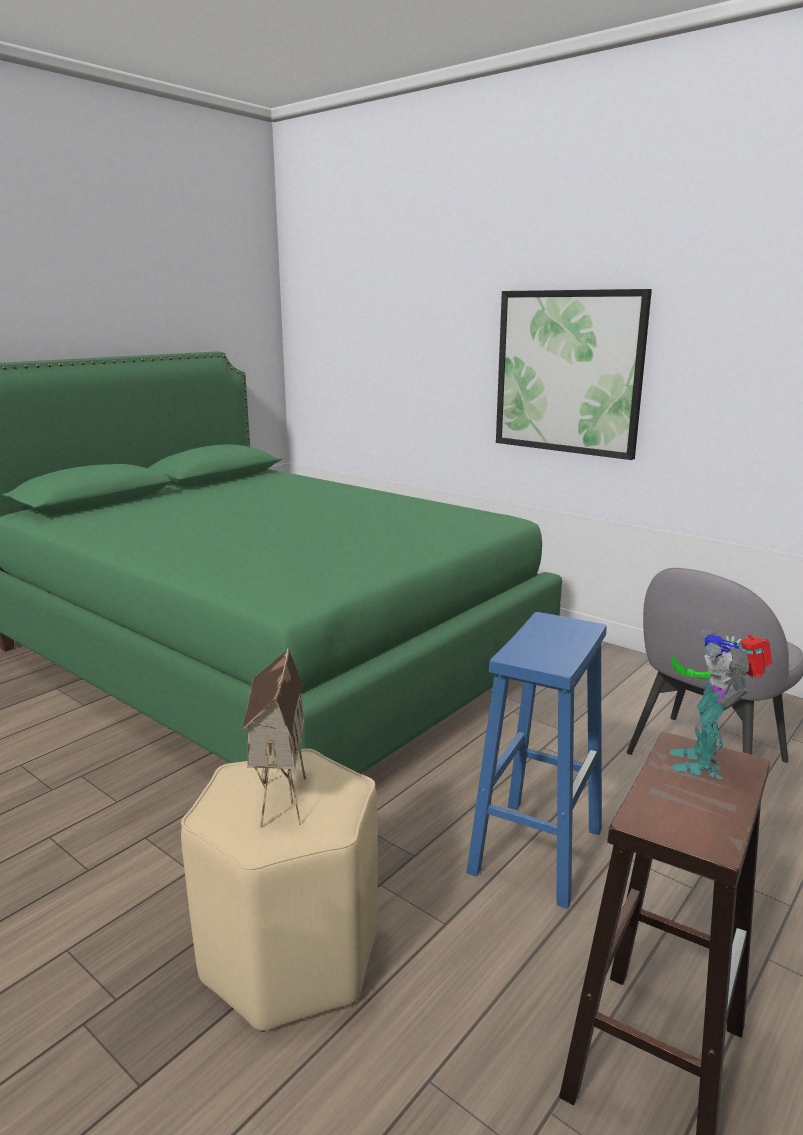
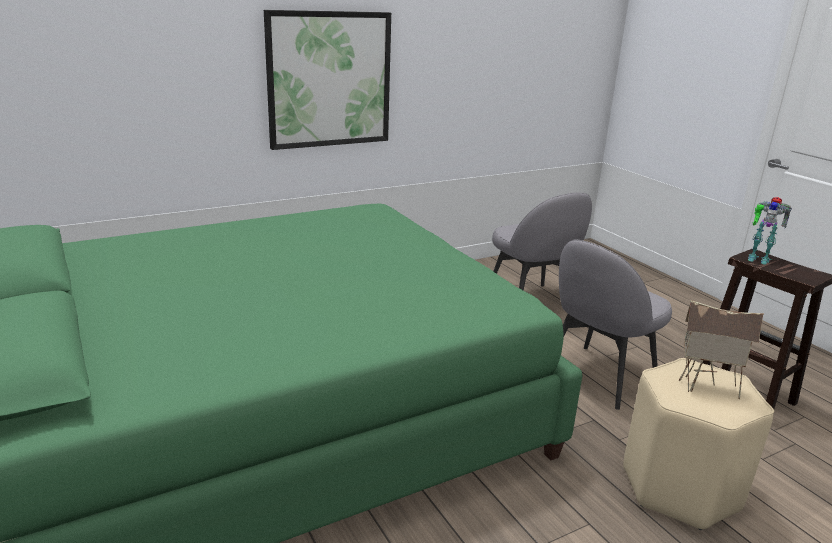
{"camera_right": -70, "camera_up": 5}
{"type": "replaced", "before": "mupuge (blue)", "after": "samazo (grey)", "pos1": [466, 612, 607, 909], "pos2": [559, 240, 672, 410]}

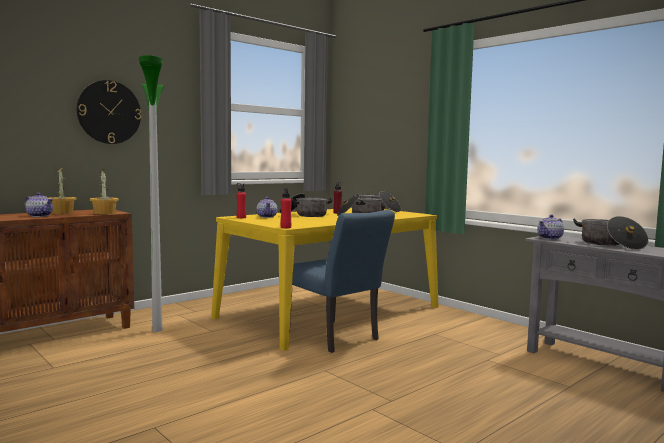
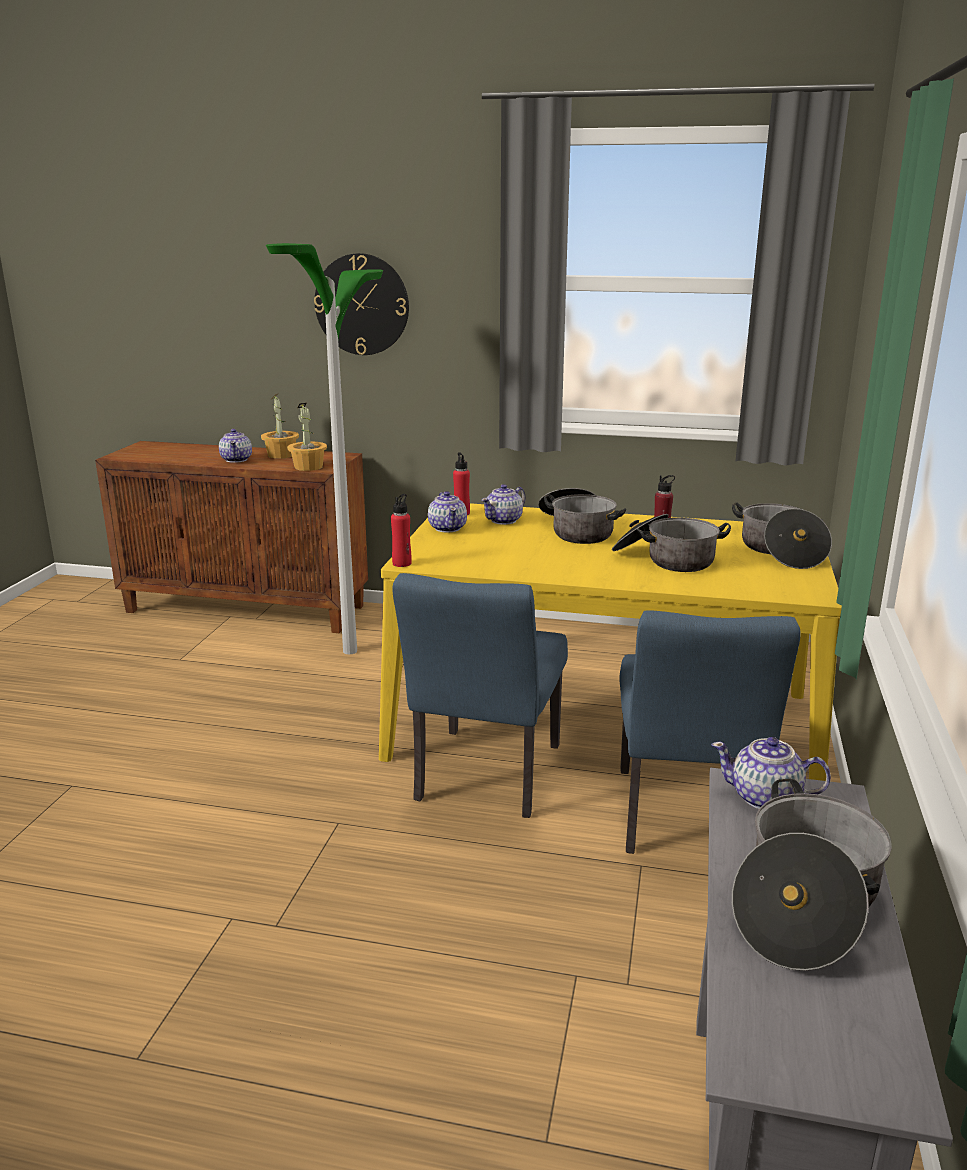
{"camera_right": 55, "camera_up": 15}
{"type": "added", "after": "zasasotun", "pos2": [428, 491, 467, 533]}
{"type": "added", "after": "samazo (blue)", "pos2": [619, 610, 801, 854]}

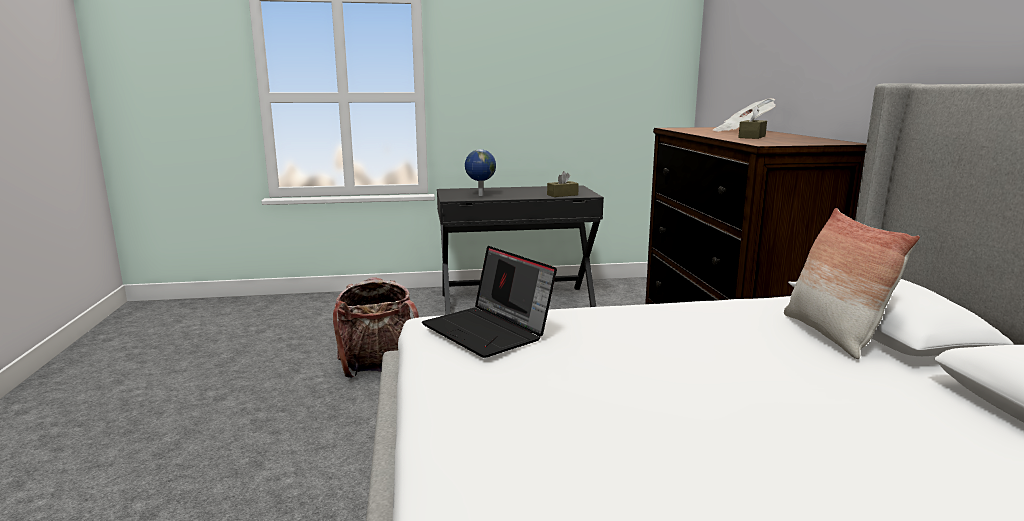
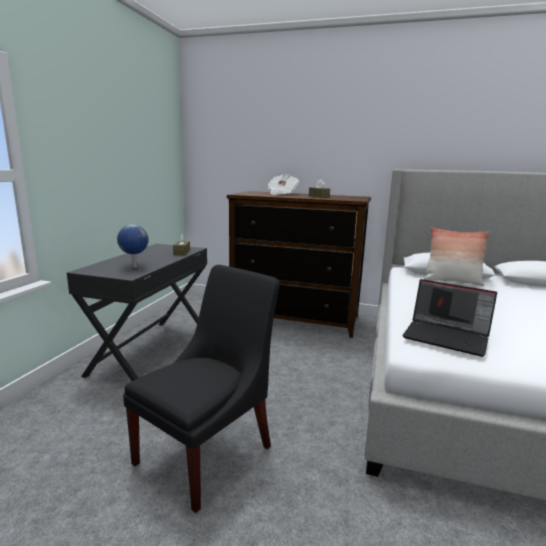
{"camera_right": -65, "camera_up": 0}
{"type": "replaced", "before": "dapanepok", "after": "samazo (black)", "pos1": [333, 277, 419, 378], "pos2": [123, 265, 280, 513]}
{"type": "turned", "before": "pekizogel", "pos1": [422, 246, 557, 358], "pos2": [402, 279, 497, 357], "turn": 45}

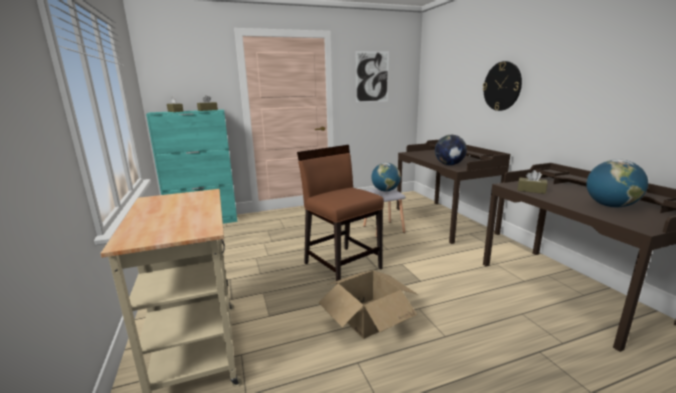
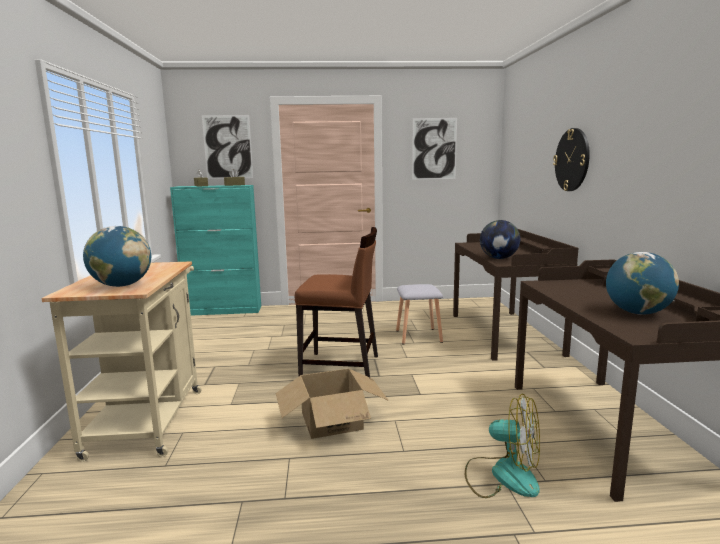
{"camera_right": 15, "camera_up": -5}
{"type": "moved", "before": "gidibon", "pos1": [371, 163, 401, 192], "pos2": [83, 226, 151, 287]}
{"type": "added", "after": "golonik", "pos2": [202, 115, 253, 179]}
{"type": "turned", "before": "samazo (brown)", "pos1": [297, 145, 384, 284], "pos2": [295, 227, 378, 377], "turn": 120}
{"type": "added", "after": "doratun", "pos2": [465, 393, 540, 498]}
{"type": "removed", "before": "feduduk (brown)", "pos1": [517, 170, 548, 194]}

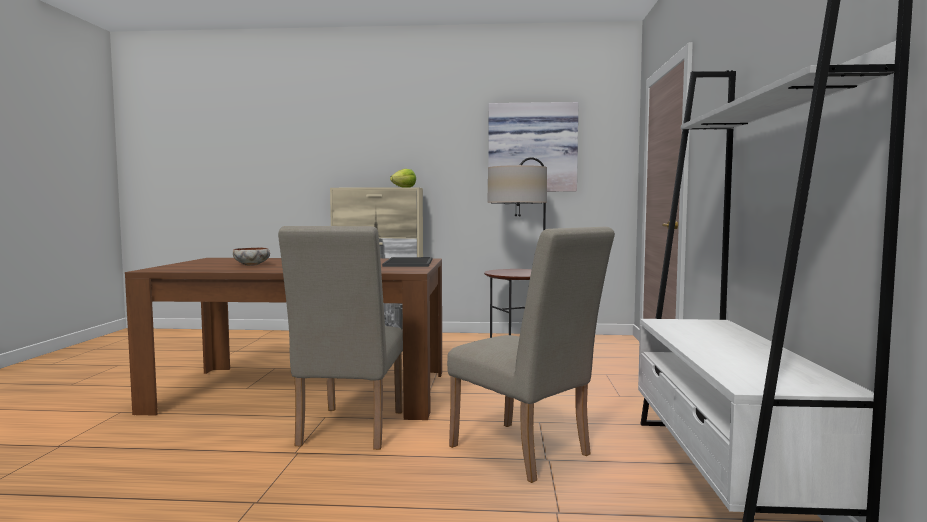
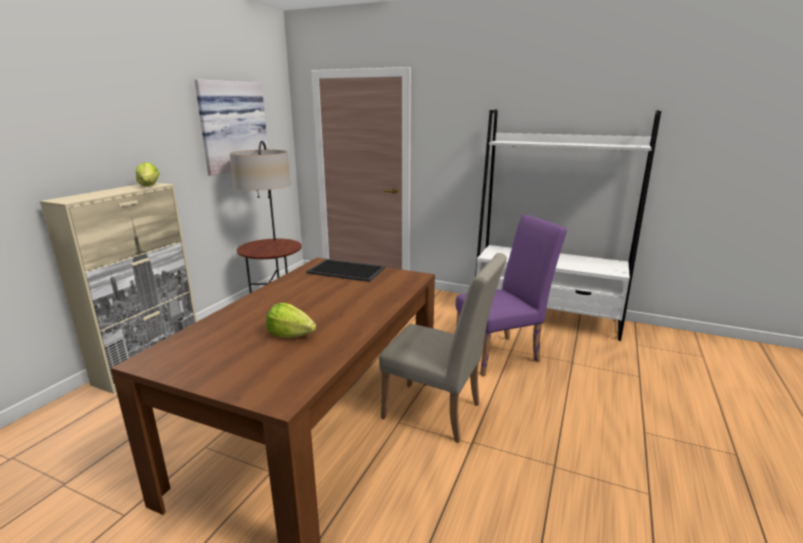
{"camera_right": -70, "camera_up": 15}
{"type": "replaced", "before": "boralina", "after": "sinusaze", "pos1": [233, 247, 270, 266], "pos2": [266, 303, 316, 338]}
{"type": "recoloured", "before": "samazo (beige)", "after": "samazo (purple)", "pos1": [447, 227, 615, 483], "pos2": [456, 215, 567, 376]}

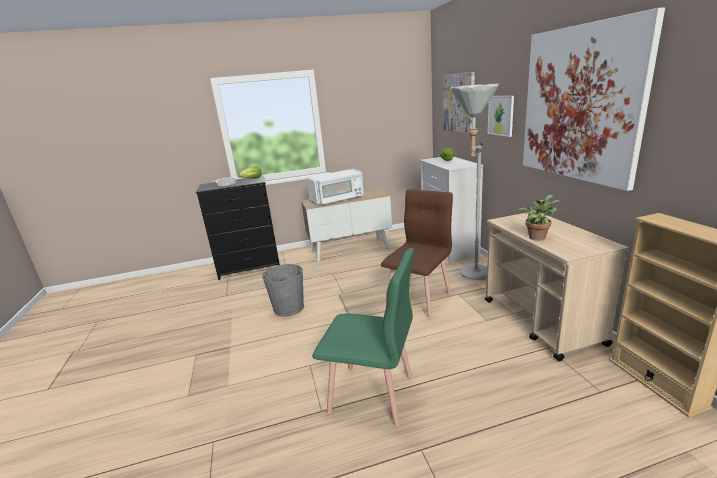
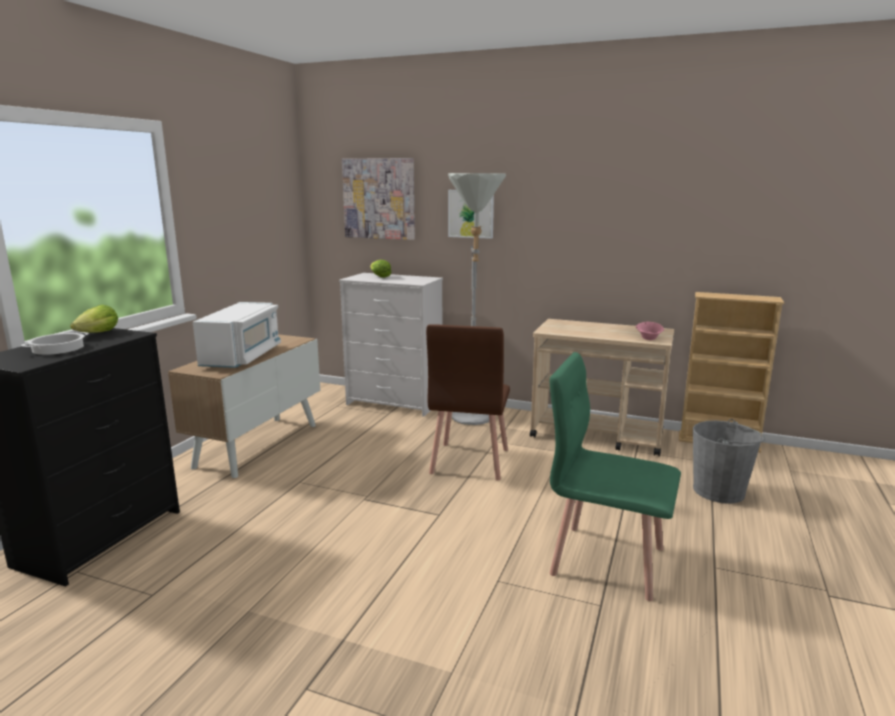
{"camera_right": -55, "camera_up": -5}
{"type": "turned", "before": "samazo (brown)", "pos1": [381, 189, 453, 318], "pos2": [426, 324, 510, 481], "turn": -150}
{"type": "turned", "before": "samazo (green)", "pos1": [312, 248, 414, 427], "pos2": [550, 352, 681, 601], "turn": -120}
{"type": "added", "after": "boralina (pink)", "pos2": [636, 322, 665, 340]}
{"type": "moved", "before": "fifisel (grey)", "pos1": [262, 264, 304, 317], "pos2": [693, 419, 765, 504]}
{"type": "removed", "before": "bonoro", "pos1": [518, 195, 560, 240]}
{"type": "removed", "before": "golonik", "pos1": [523, 7, 665, 191]}

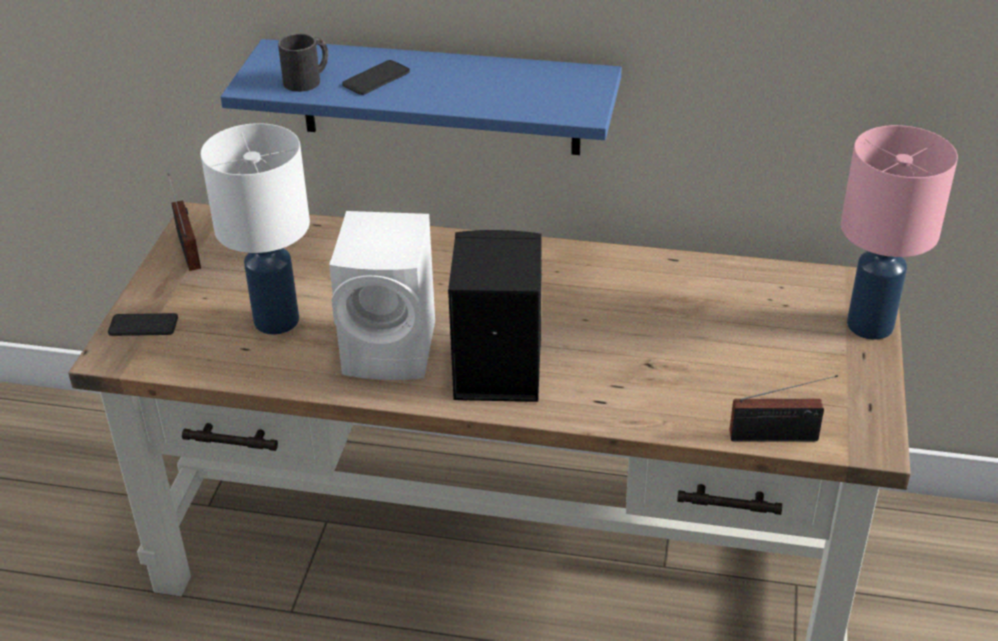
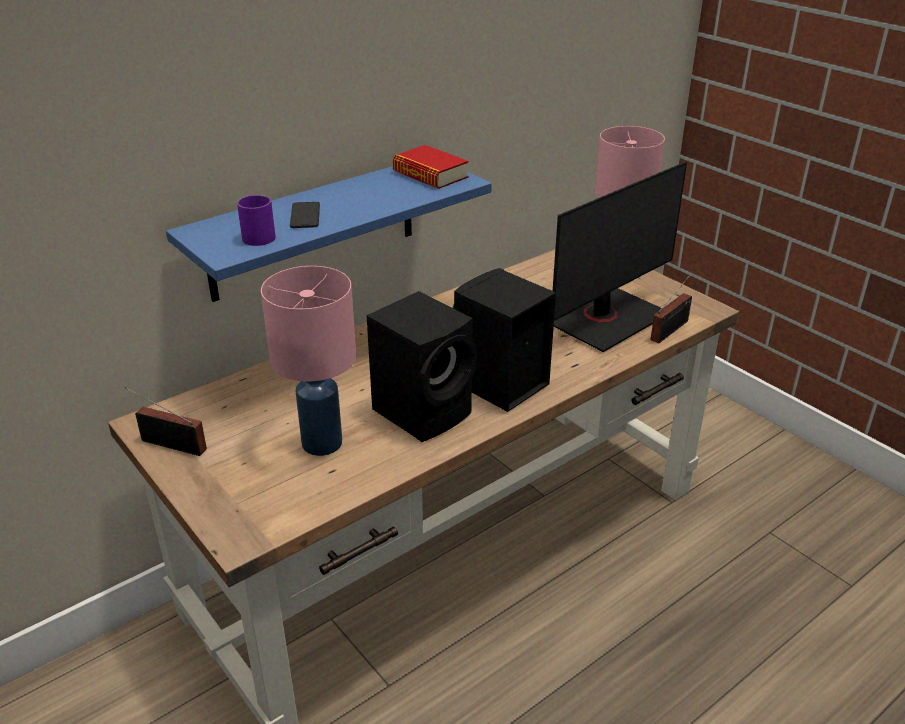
{"camera_right": -50, "camera_up": -5}
{"type": "recoloured", "before": "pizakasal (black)", "after": "pizakasal (purple)", "pos1": [278, 34, 328, 92], "pos2": [237, 195, 276, 246]}
{"type": "recoloured", "before": "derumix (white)", "after": "derumix (pink)", "pos1": [200, 123, 310, 334], "pos2": [261, 266, 356, 456]}
{"type": "recoloured", "before": "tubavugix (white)", "after": "tubavugix (black)", "pos1": [329, 211, 435, 380], "pos2": [367, 291, 477, 442]}
{"type": "added", "after": "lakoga", "pos2": [393, 145, 469, 189]}
{"type": "added", "after": "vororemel", "pos2": [553, 162, 687, 352]}
{"type": "removed", "before": "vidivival", "pos1": [108, 313, 178, 336]}

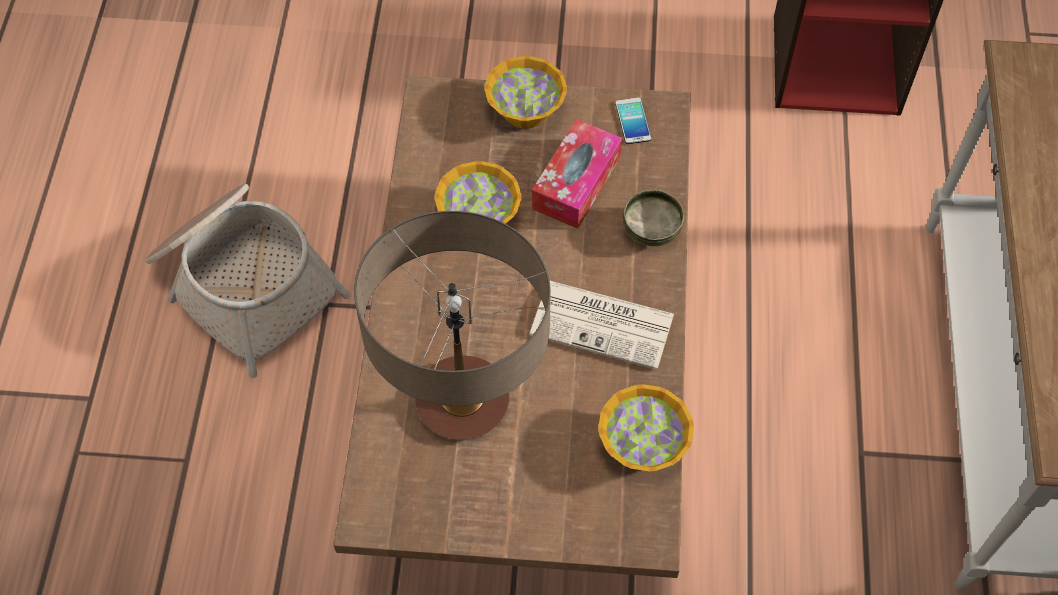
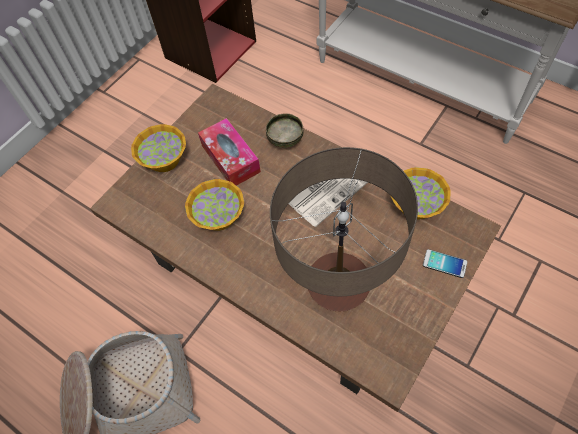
{"camera_right": -55, "camera_up": 0}
{"type": "moved", "before": "vidivival", "pos1": [615, 97, 651, 144], "pos2": [423, 249, 467, 278]}

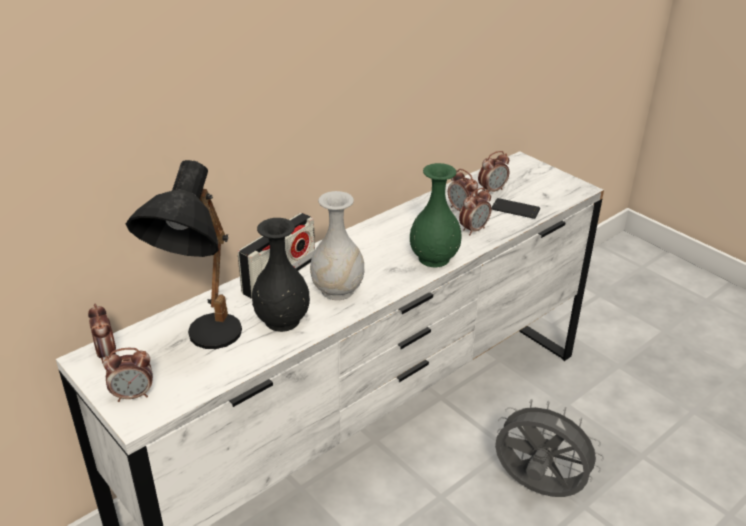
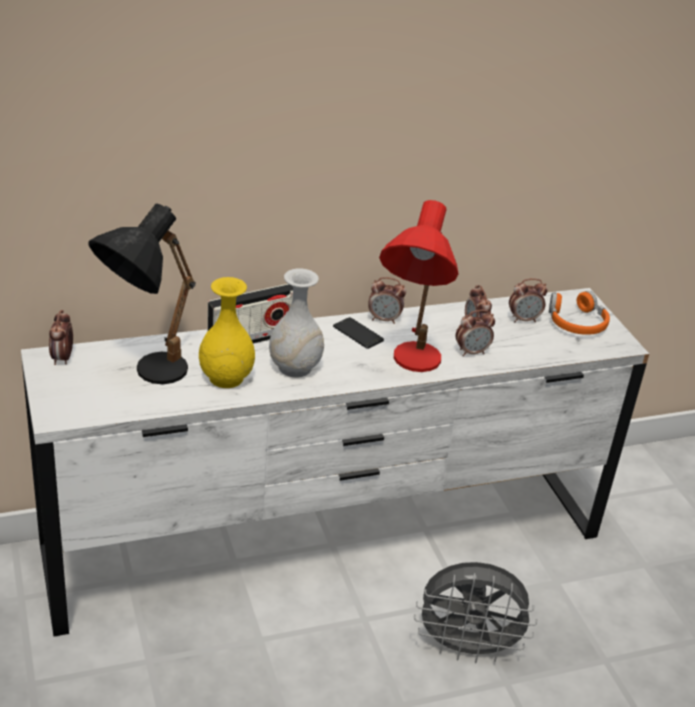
{"camera_right": 20, "camera_up": 0}
{"type": "recoloured", "before": "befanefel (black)", "after": "befanefel (yellow)", "pos1": [252, 218, 310, 332], "pos2": [199, 277, 255, 388]}
{"type": "moved", "before": "vidivival", "pos1": [491, 198, 540, 219], "pos2": [333, 317, 384, 349]}
{"type": "moved", "before": "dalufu", "pos1": [103, 348, 153, 402], "pos2": [368, 277, 406, 324]}
{"type": "replaced", "before": "befanefel (green)", "after": "derumix (red)", "pos1": [410, 163, 461, 267], "pos2": [379, 200, 458, 372]}
{"type": "turned", "before": "doratun (grey)", "pos1": [495, 399, 604, 497], "pos2": [414, 562, 537, 663], "turn": 135}
{"type": "added", "after": "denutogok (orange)", "pos2": [549, 291, 610, 335]}

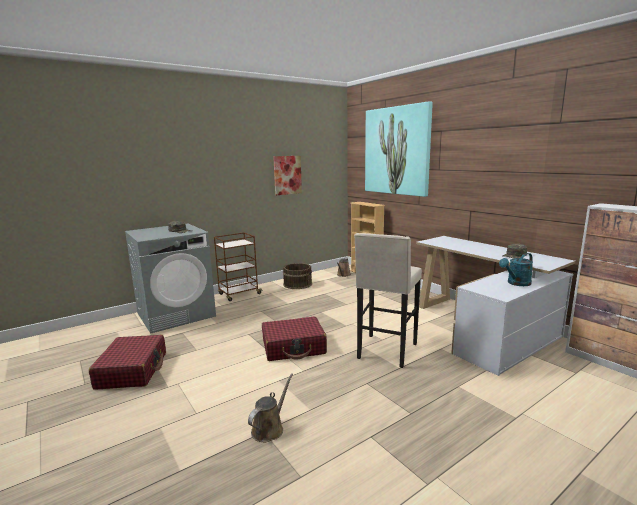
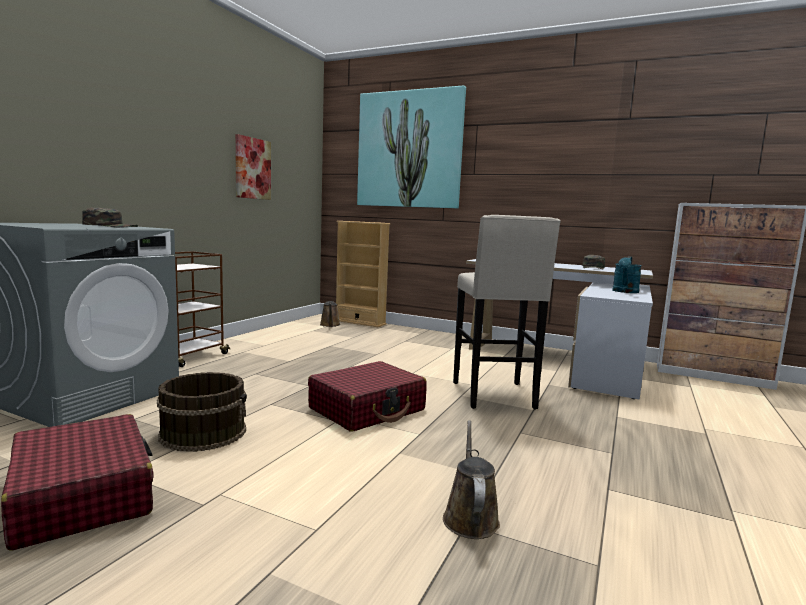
{"camera_right": -30, "camera_up": -5}
{"type": "moved", "before": "fifisel (brown)", "pos1": [283, 263, 312, 289], "pos2": [157, 372, 247, 452]}

